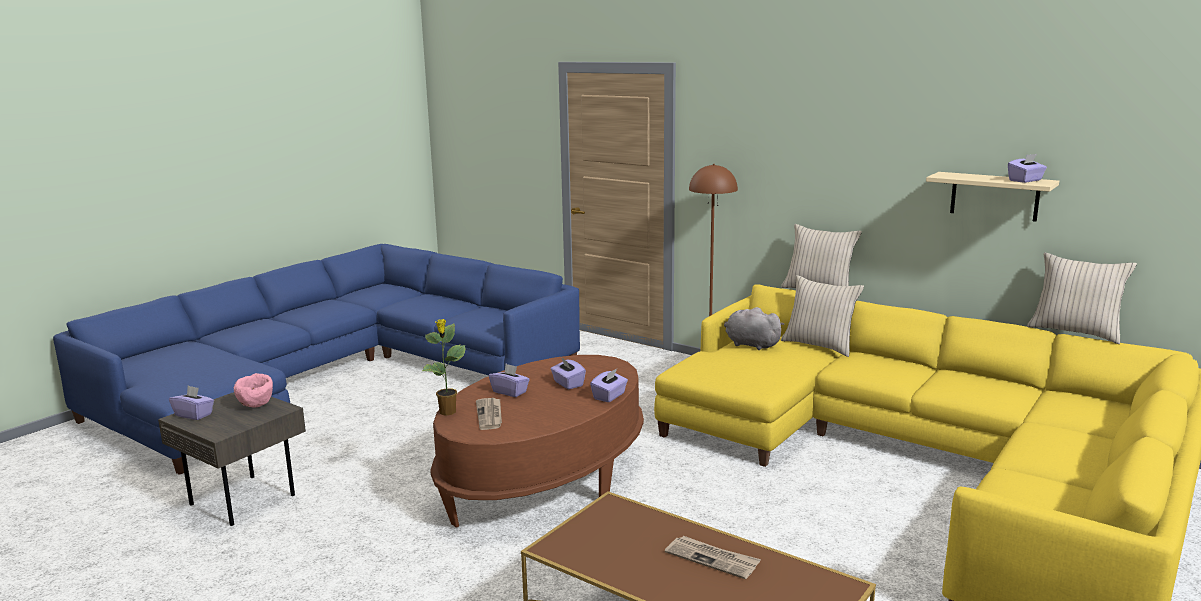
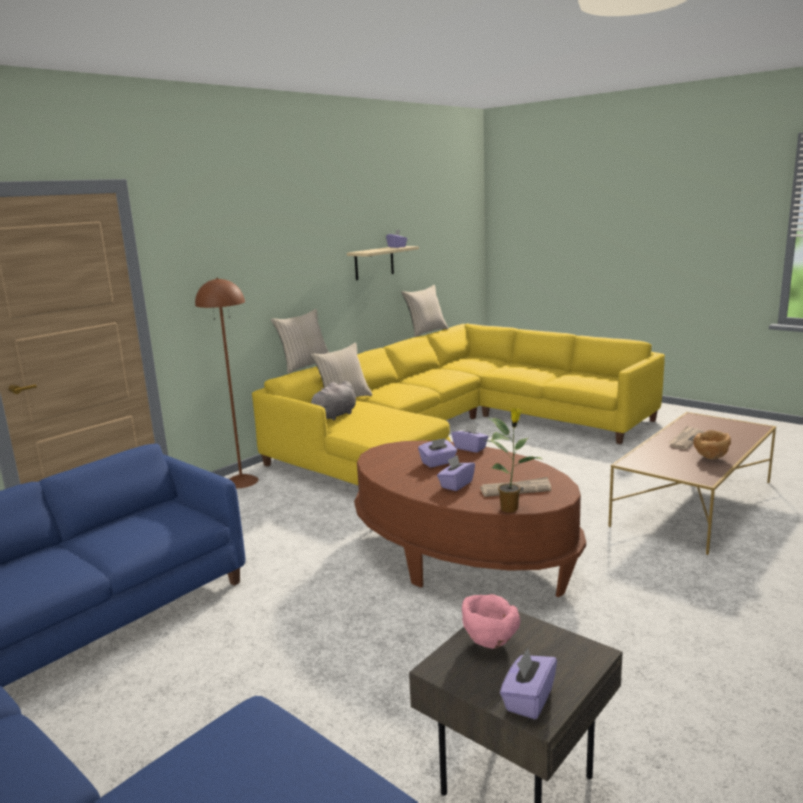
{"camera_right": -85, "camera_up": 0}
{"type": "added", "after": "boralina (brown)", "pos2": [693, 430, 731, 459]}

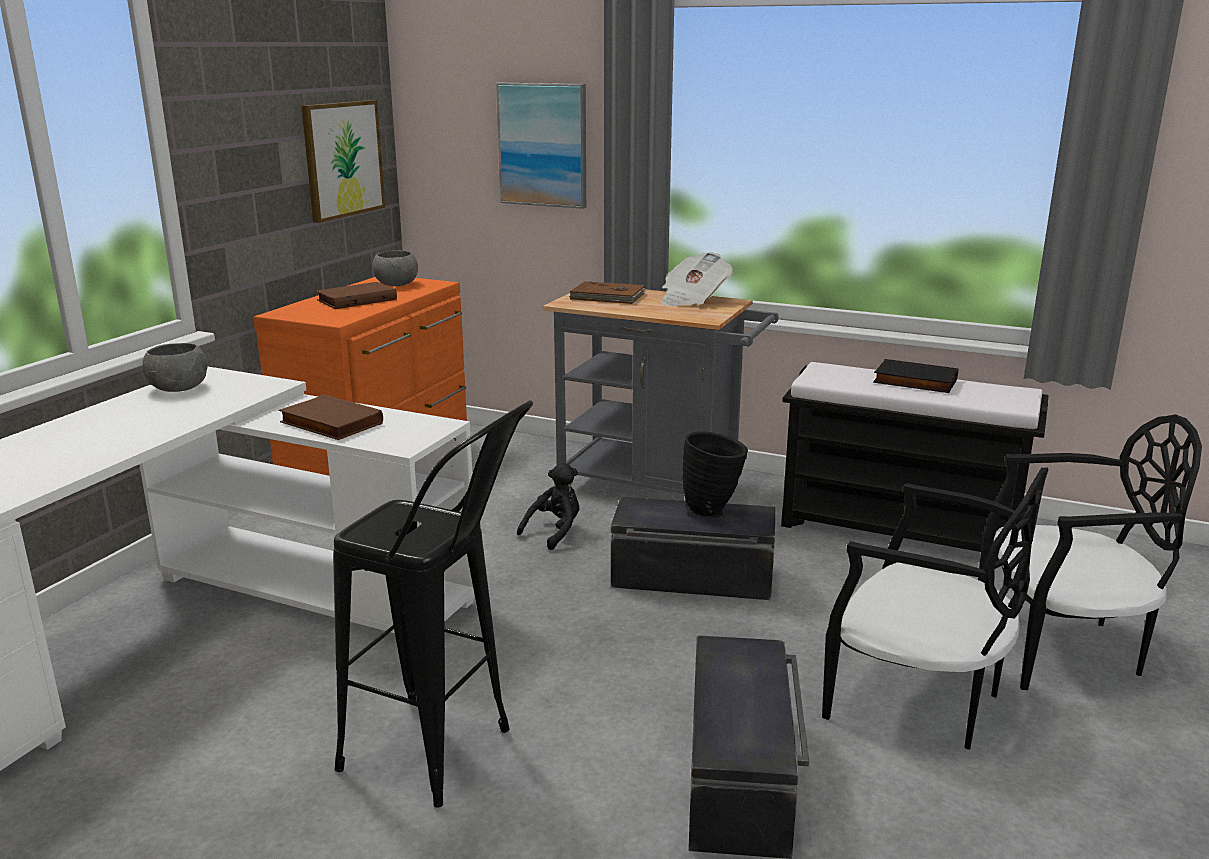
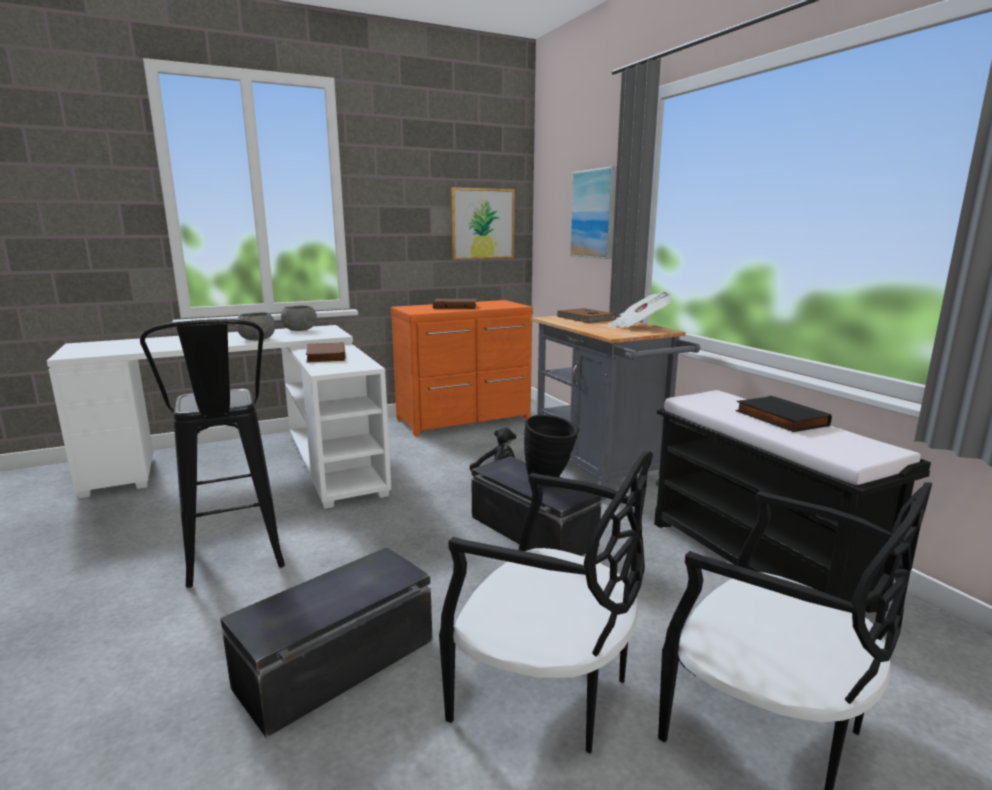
{"camera_right": 40, "camera_up": -5}
{"type": "moved", "before": "boralina (grey)", "pos1": [373, 250, 418, 286], "pos2": [236, 312, 275, 340]}
{"type": "turned", "before": "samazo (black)", "pos1": [822, 468, 1048, 750], "pos2": [439, 451, 653, 753], "turn": -45}

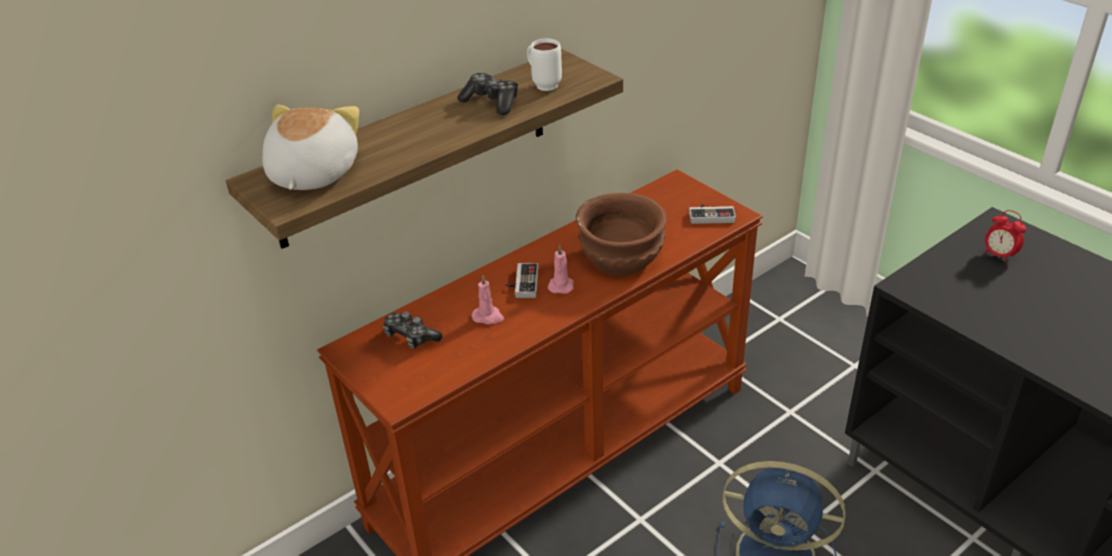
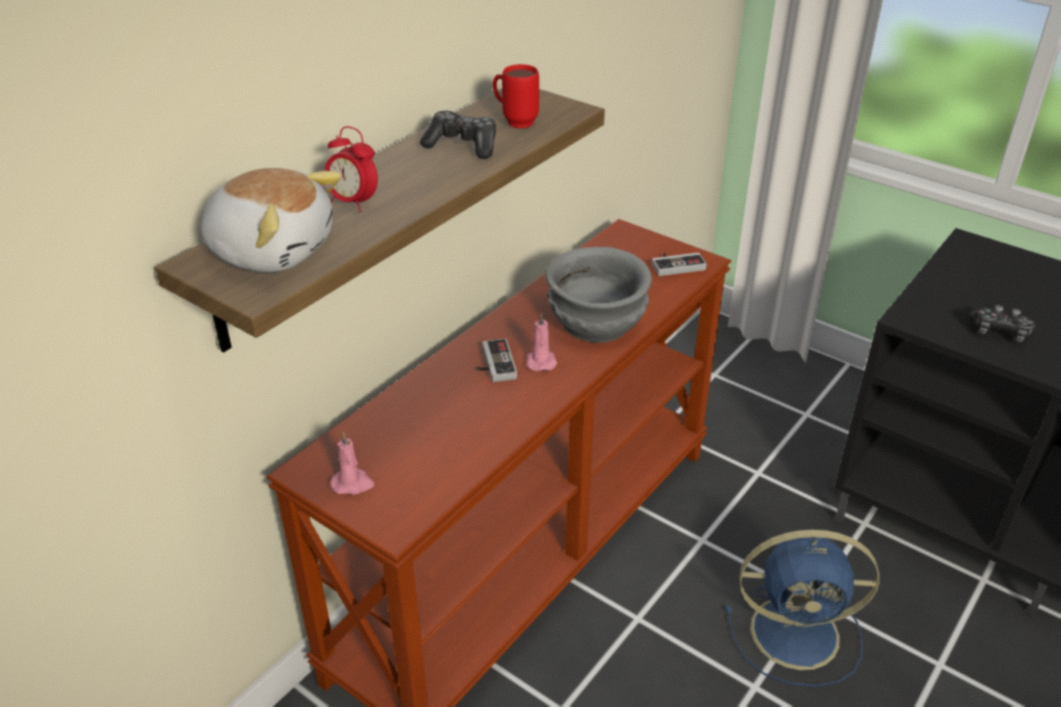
{"camera_right": -15, "camera_up": 0}
{"type": "turned", "before": "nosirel", "pos1": [262, 104, 359, 190], "pos2": [201, 168, 342, 272], "turn": 120}
{"type": "moved", "before": "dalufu", "pos1": [983, 210, 1026, 264], "pos2": [324, 126, 378, 212]}
{"type": "moved", "before": "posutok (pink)", "pos1": [472, 275, 504, 324], "pos2": [331, 431, 375, 495]}
{"type": "recoloured", "before": "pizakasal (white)", "after": "pizakasal (red)", "pos1": [527, 38, 562, 91], "pos2": [492, 64, 539, 128]}
{"type": "recoloured", "before": "boralina (brown)", "after": "boralina (grey)", "pos1": [576, 193, 666, 276], "pos2": [545, 247, 652, 343]}
{"type": "moved", "before": "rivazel", "pos1": [383, 311, 443, 349], "pos2": [969, 305, 1036, 342]}

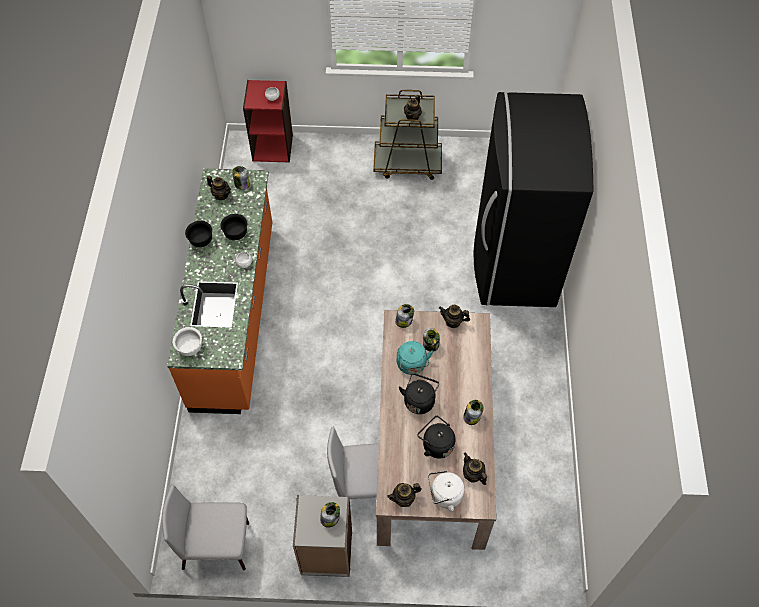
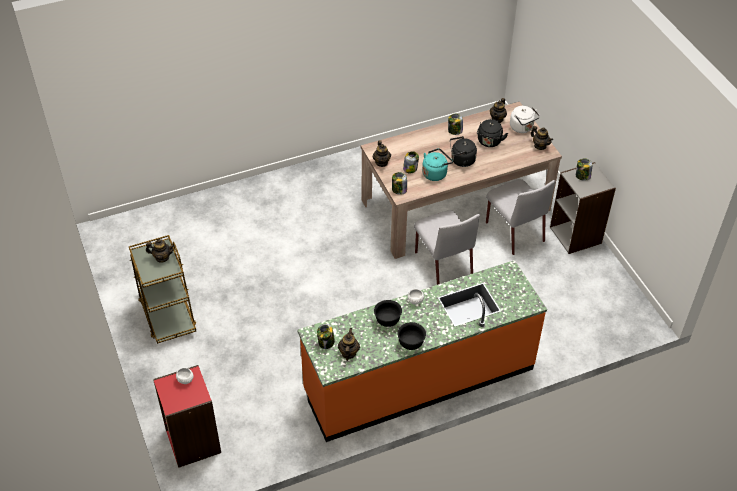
{"camera_right": -115, "camera_up": -10}
{"type": "moved", "before": "samazo (grey)", "pos1": [162, 485, 249, 570], "pos2": [414, 210, 480, 285]}
{"type": "removed", "before": "boralina (white)", "pos1": [173, 327, 202, 356]}
{"type": "removed", "before": "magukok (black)", "pos1": [474, 92, 593, 307]}

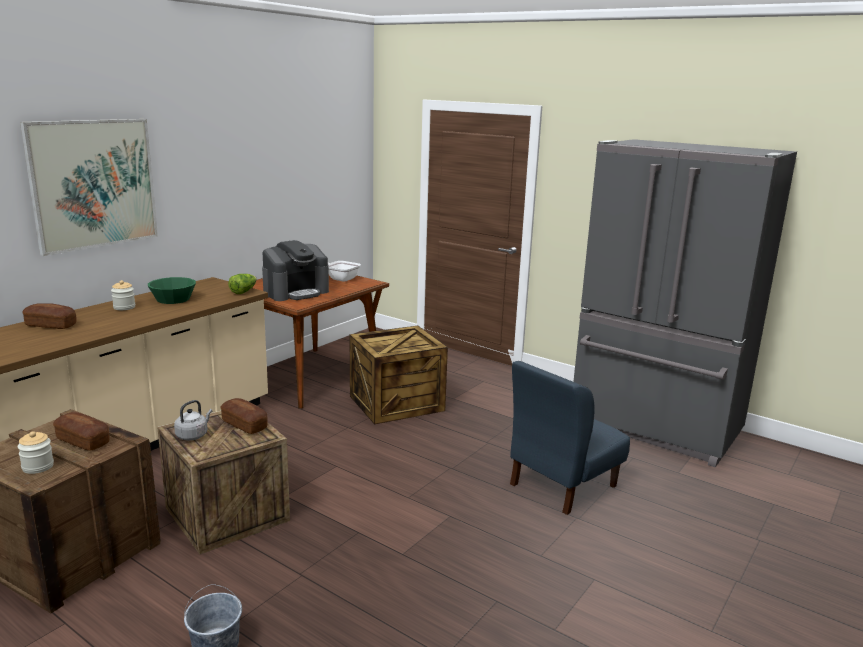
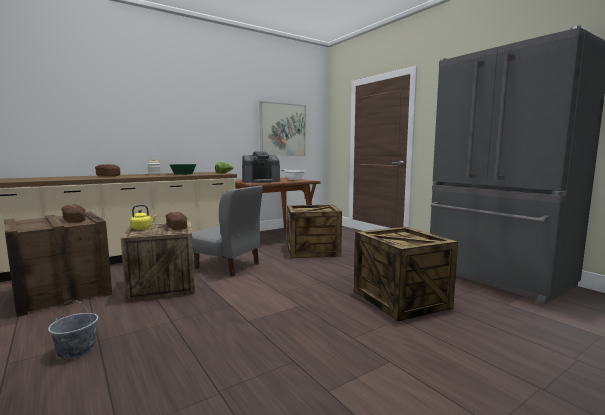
{"camera_right": 20, "camera_up": -10}
{"type": "recoloured", "before": "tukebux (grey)", "after": "tukebux (yellow)", "pos1": [174, 400, 212, 440], "pos2": [130, 205, 157, 230]}
{"type": "added", "after": "samazo (grey)", "pos2": [192, 186, 263, 276]}
{"type": "moved", "before": "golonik", "pos1": [20, 119, 158, 256], "pos2": [259, 101, 306, 157]}
{"type": "replaced", "before": "samazo (blue)", "after": "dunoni", "pos1": [510, 361, 630, 515], "pos2": [354, 227, 458, 321]}
{"type": "removed", "before": "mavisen", "pos1": [18, 431, 54, 474]}

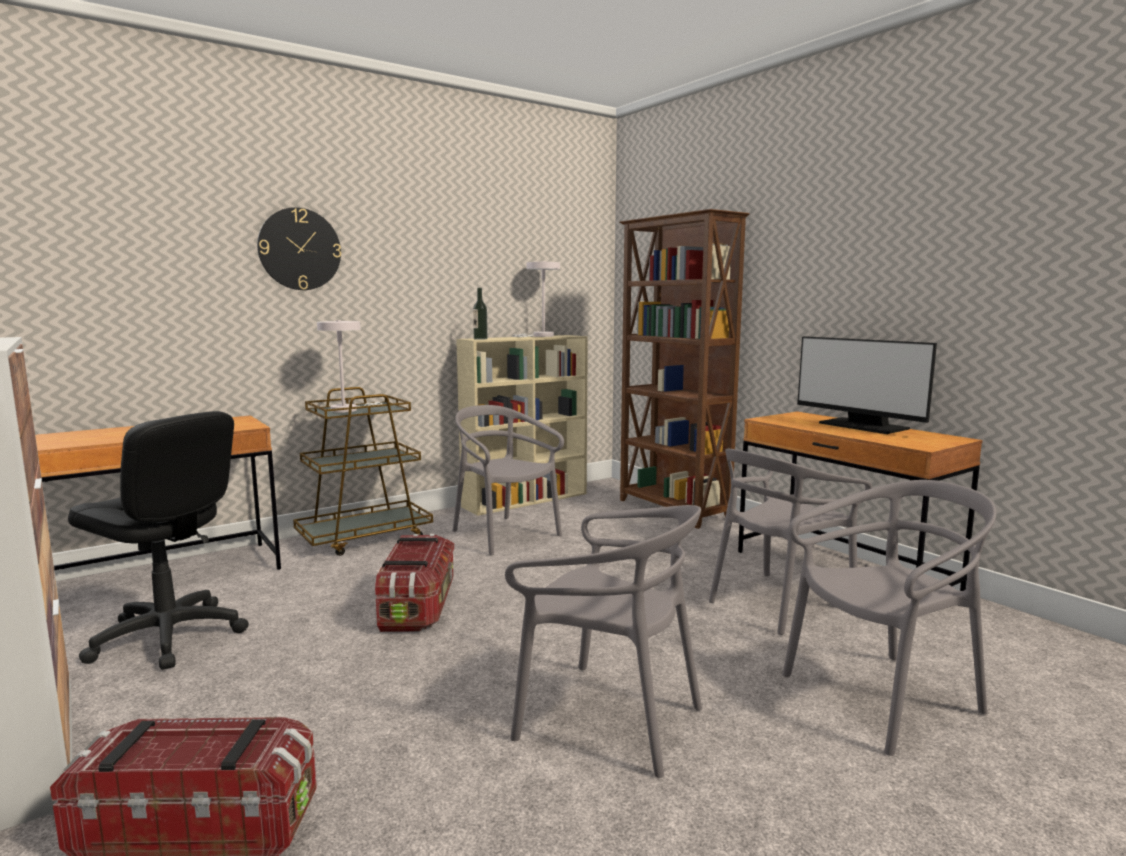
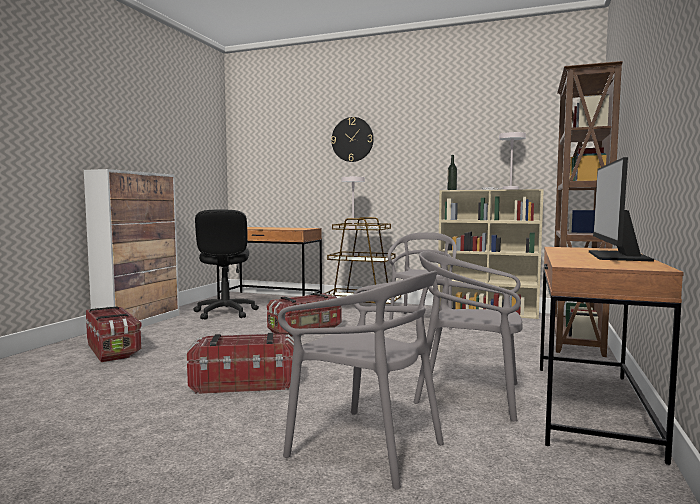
{"camera_right": 55, "camera_up": -5}
{"type": "replaced", "before": "samazo (grey)", "after": "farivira", "pos1": [505, 505, 702, 778], "pos2": [187, 332, 294, 394]}

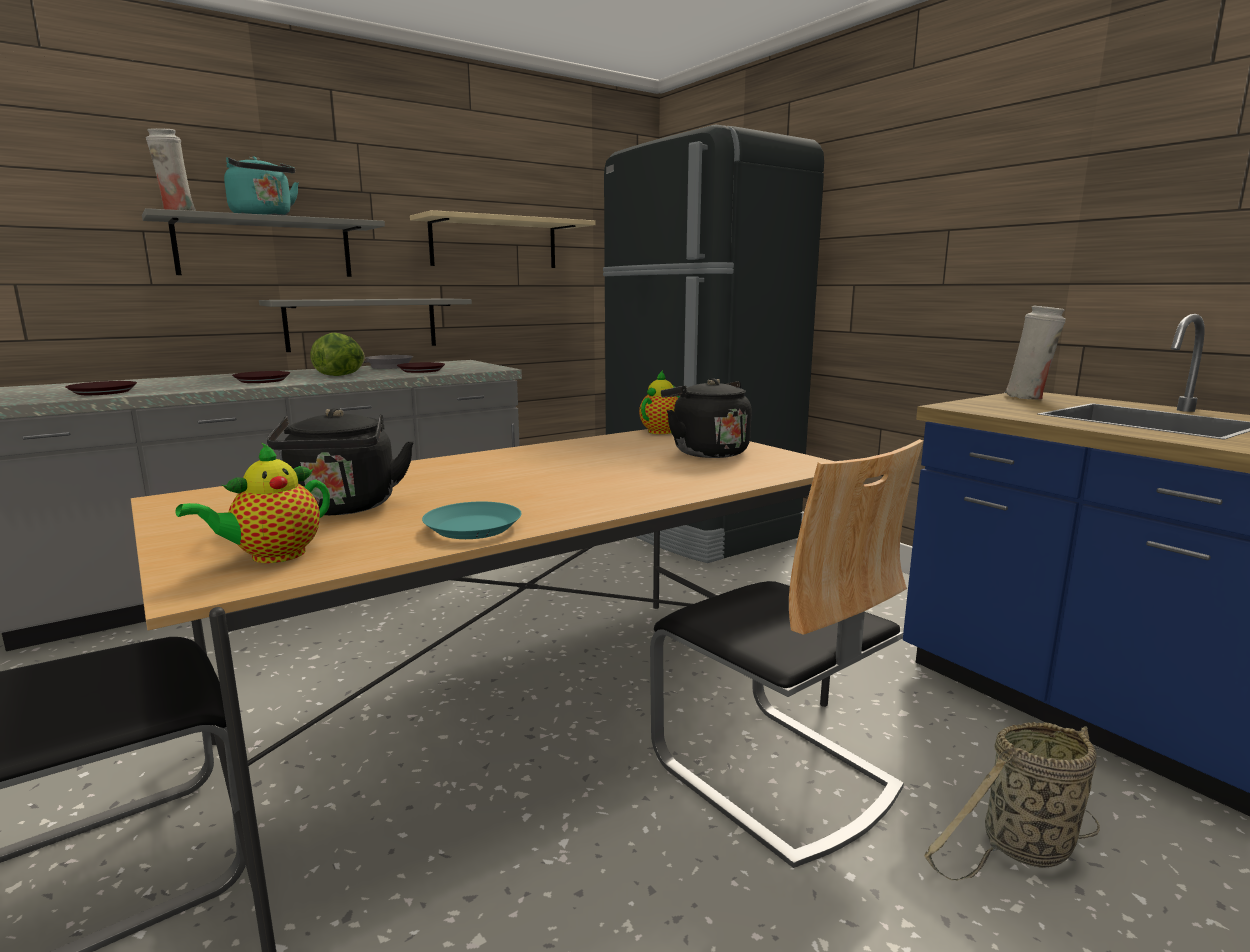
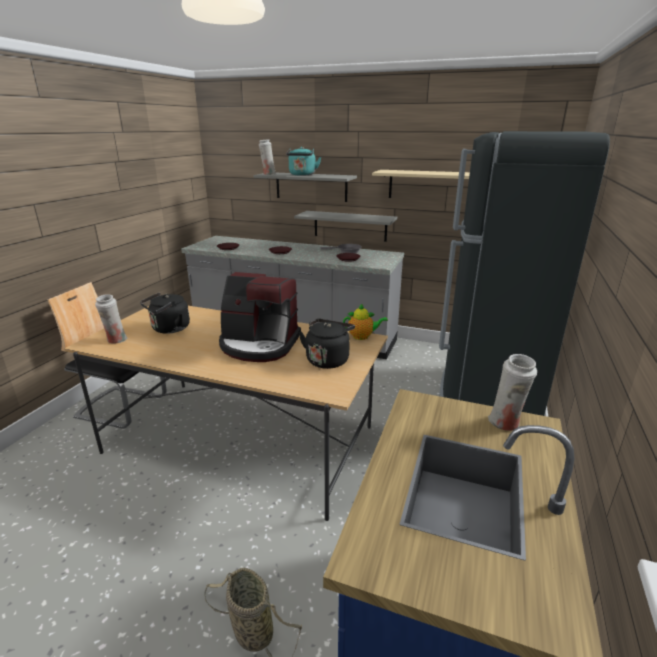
{"camera_right": 55, "camera_up": 10}
{"type": "replaced", "before": "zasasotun", "after": "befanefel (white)", "pos1": [176, 443, 330, 563], "pos2": [95, 294, 128, 344]}
{"type": "added", "after": "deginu", "pos2": [219, 272, 301, 362]}
{"type": "removed", "before": "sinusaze", "pos1": [310, 333, 365, 376]}
{"type": "removed", "before": "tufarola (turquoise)", "pos1": [422, 502, 522, 539]}
{"type": "removed", "before": "samazo", "pos1": [650, 439, 924, 868]}

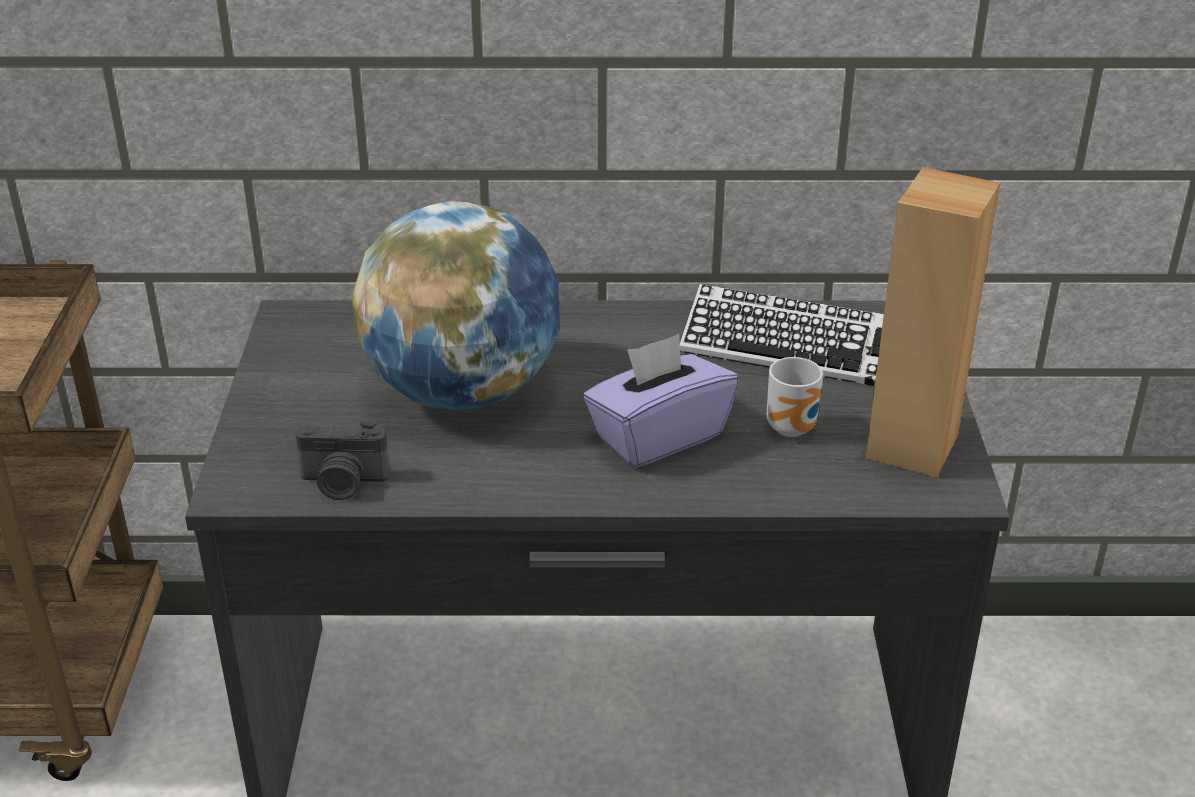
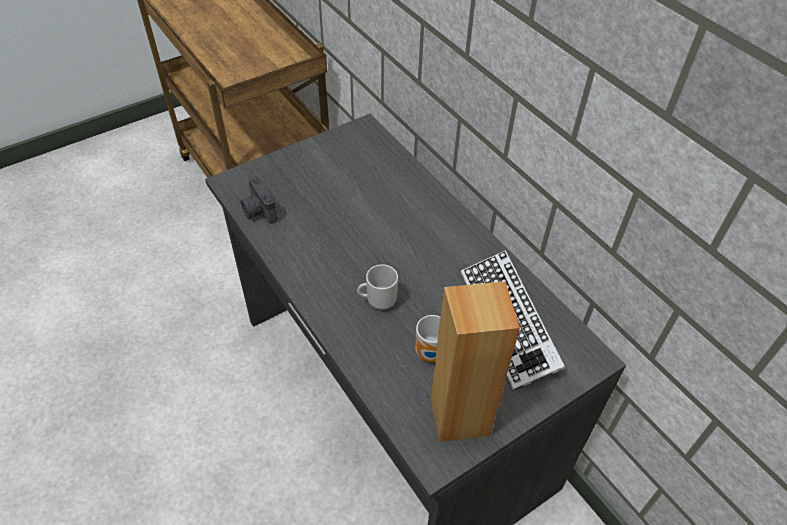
{"camera_right": 55, "camera_up": 15}
{"type": "replaced", "before": "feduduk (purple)", "after": "pizakasal", "pos1": [583, 334, 739, 468], "pos2": [357, 264, 398, 310]}
{"type": "removed", "before": "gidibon", "pos1": [351, 201, 559, 411]}

